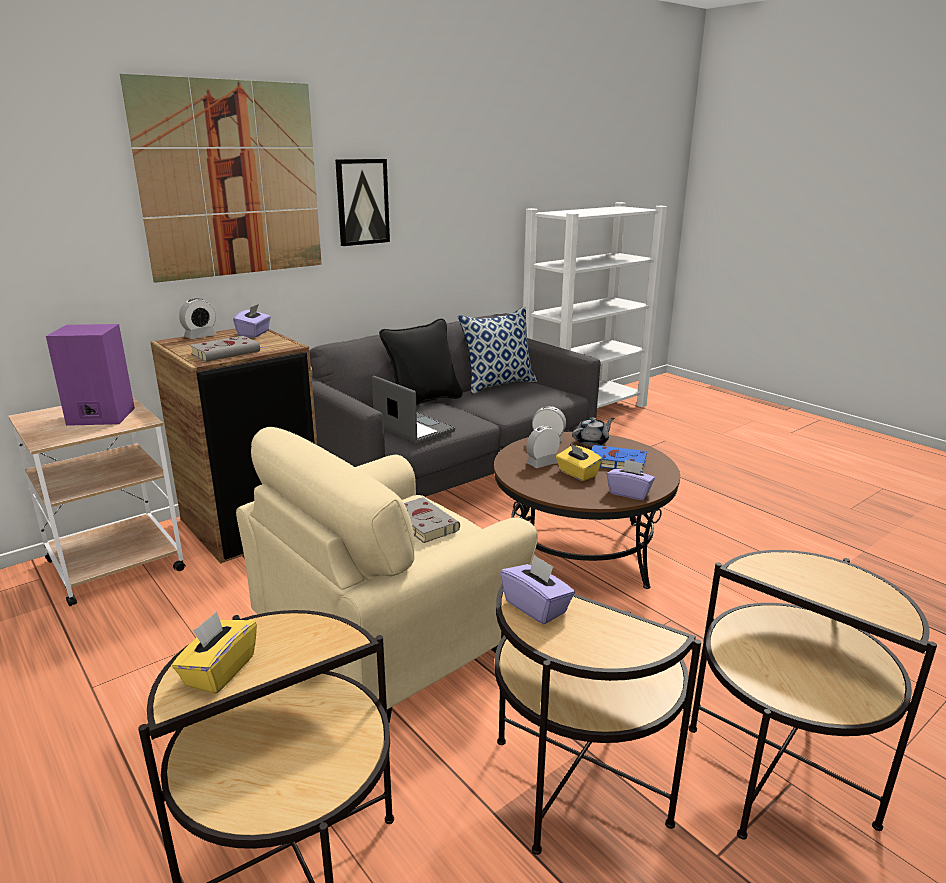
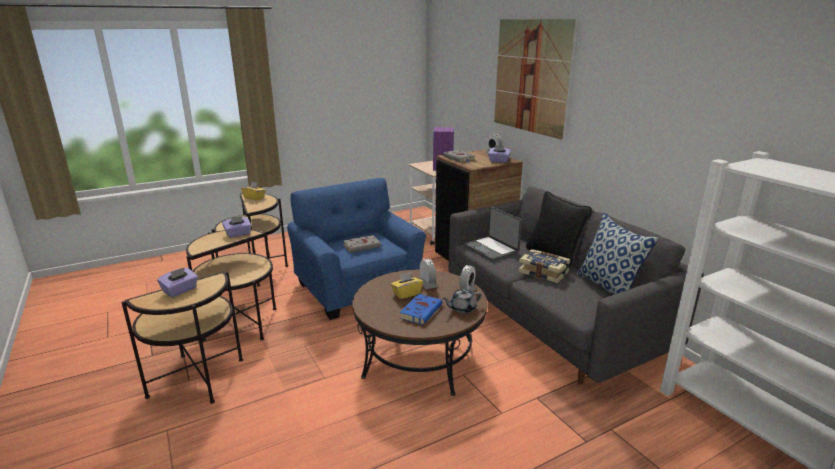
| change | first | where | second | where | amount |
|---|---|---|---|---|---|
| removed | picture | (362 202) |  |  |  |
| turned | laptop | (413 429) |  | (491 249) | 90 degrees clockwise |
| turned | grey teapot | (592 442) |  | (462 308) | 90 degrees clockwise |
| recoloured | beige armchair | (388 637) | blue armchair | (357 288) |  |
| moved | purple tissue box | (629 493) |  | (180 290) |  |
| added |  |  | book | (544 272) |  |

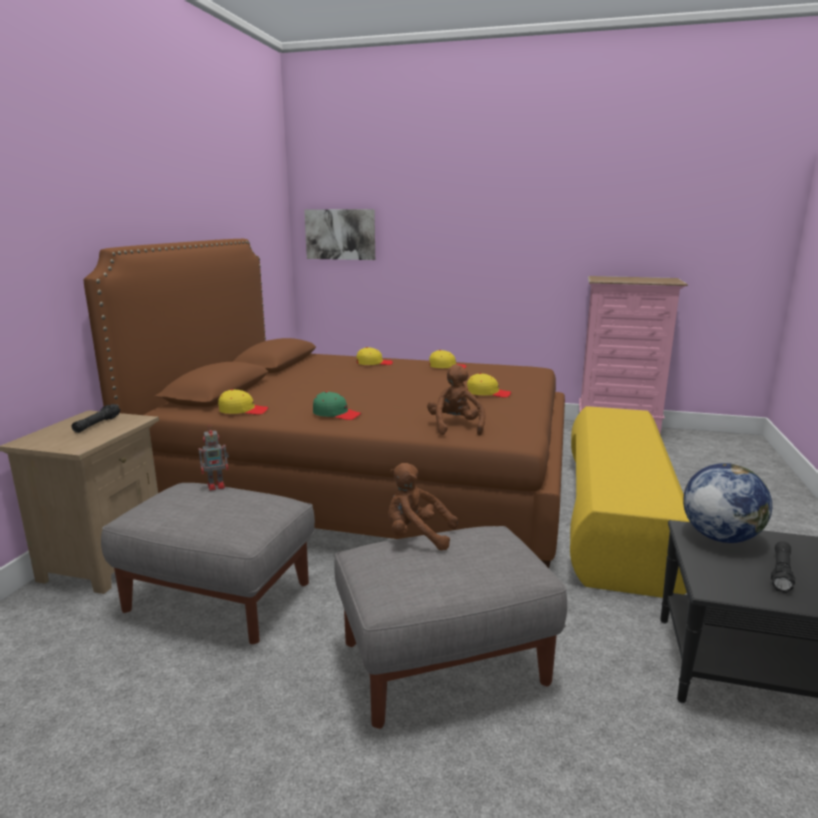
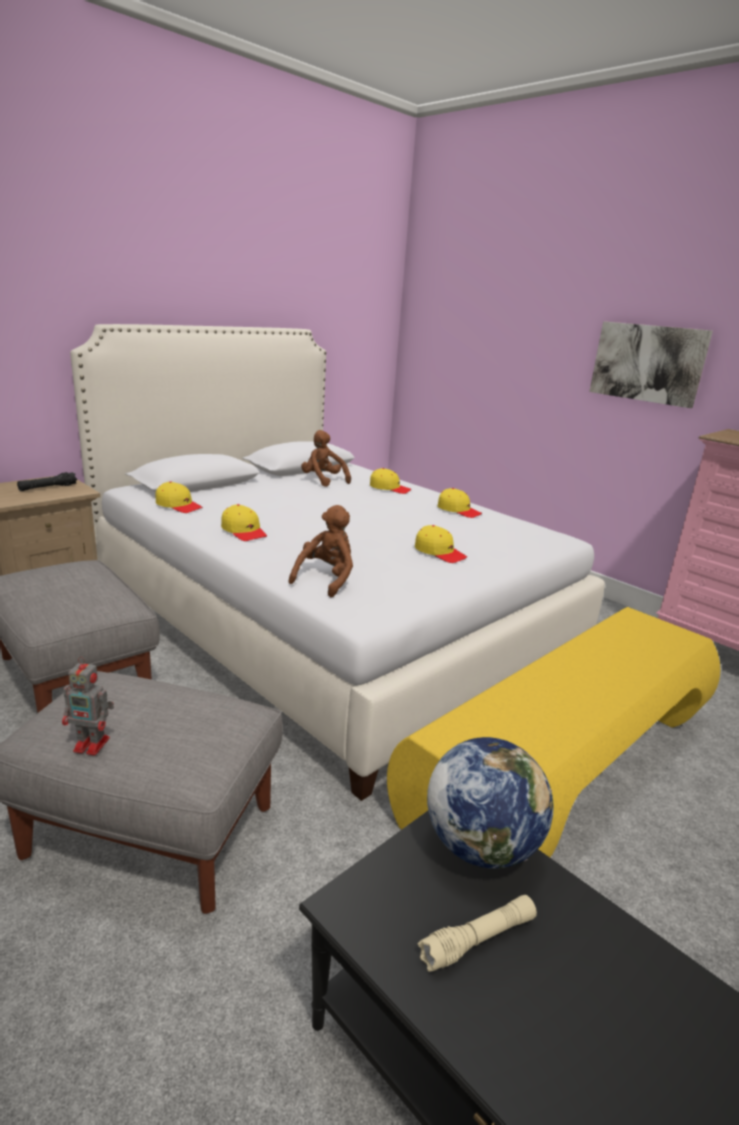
| change | first | where | second | where | amount |
|---|---|---|---|---|---|
| moved | picture | (340 234) |  | (647 363) |  |
| recoloured | brown bed | (366 486) | white bed | (326 620) |  |
| recoloured | green cap | (336 414) | yellow cap | (244 531) |  |
| moved | toy robot | (217 485) |  | (93 744) |  |
| moved | brown plush toy | (416 536) |  | (323 481) |  |
| recoloured | black flashlight | (781 572) | beige flashlight | (478 940) |  |

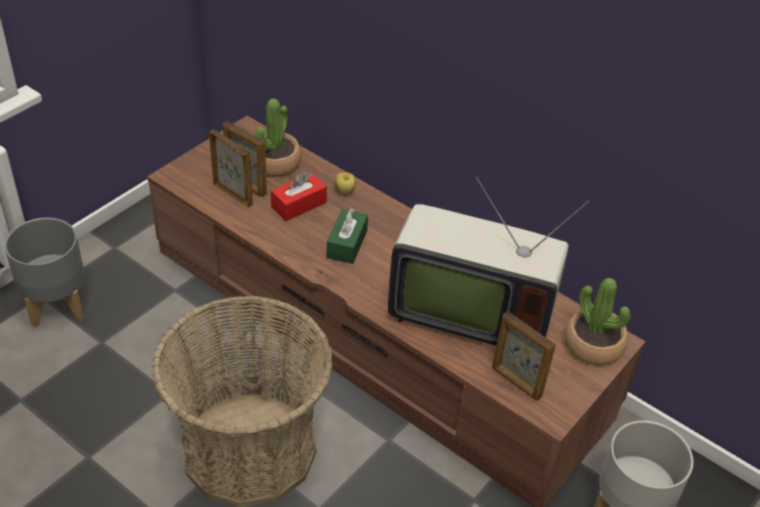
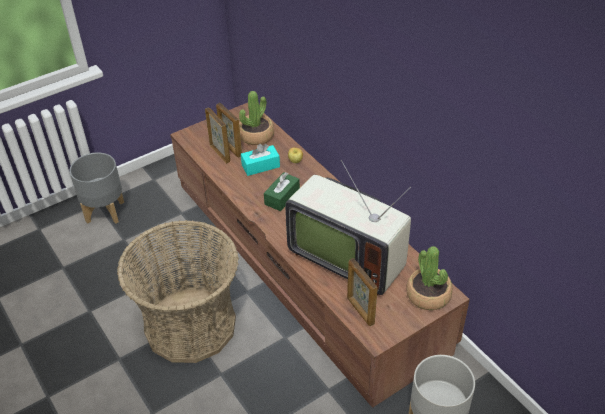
| change | first | where | second | where | amount |
|---|---|---|---|---|---|
| recoloured | red tissue box | (299 205) | turquoise tissue box | (260 166) |  |

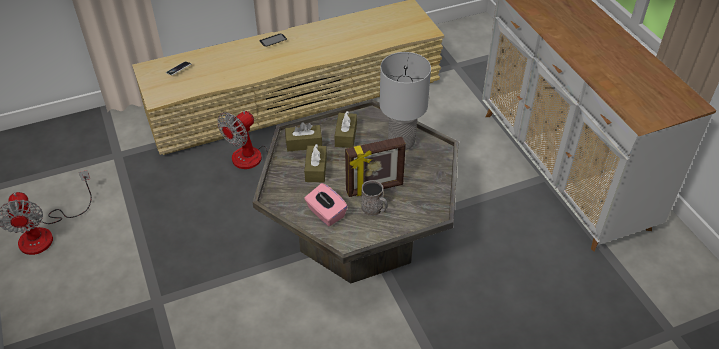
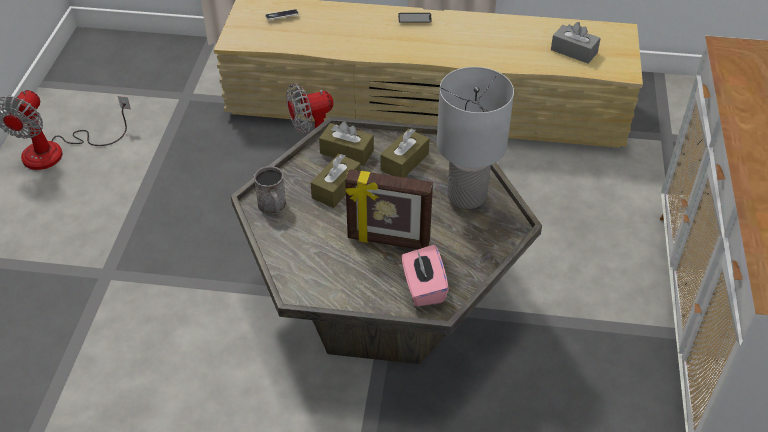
| change | first | where | second | where | amount |
|---|---|---|---|---|---|
| moved | grey mug | (374 209) |  | (273 207) |  |
| moved | pink tissue box | (326 213) |  | (423 288) |  |
| added |  |  | grey tissue box | (574 51) |  |

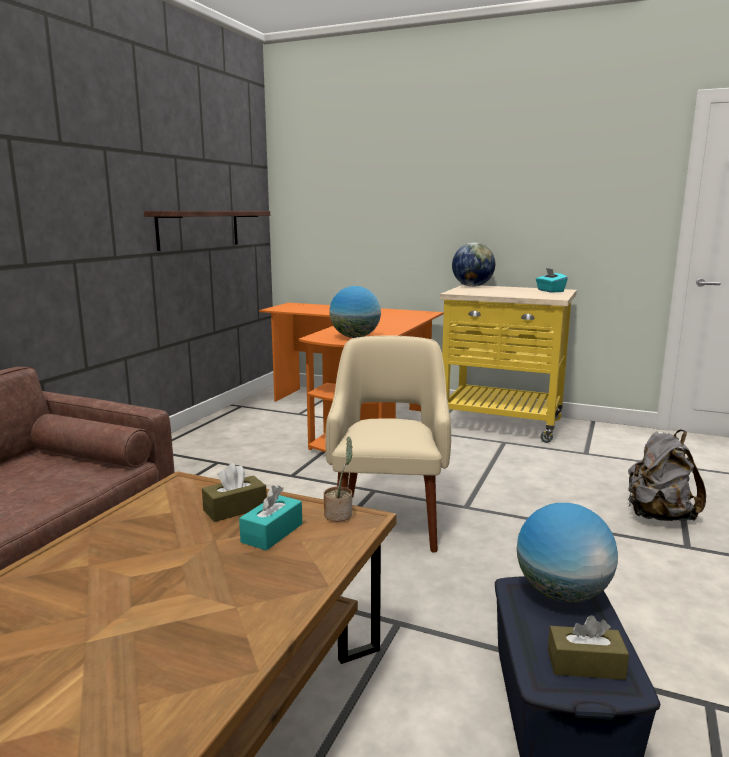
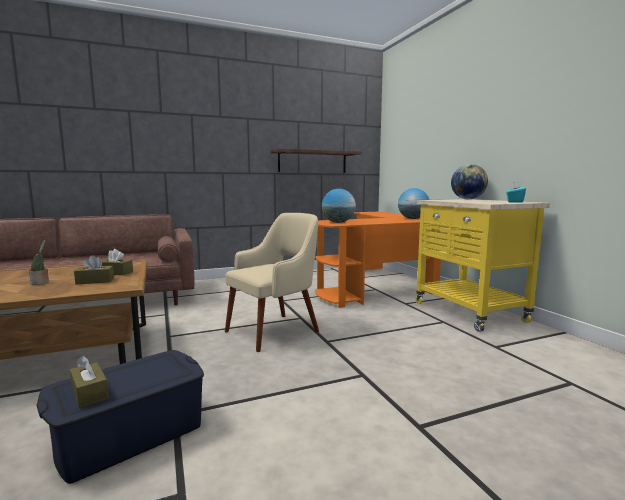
| change | first | where | second | where | amount |
|---|---|---|---|---|---|
| removed | grey backpack | (658 516) |  |  |  |
| moved | potted plant | (339 514) |  | (41 282) |  |
| recoloured | turquoise tissue box | (272 533) | brown tissue box | (95 281) |  |
| moved | globe | (562 593) |  | (413 219) |  |

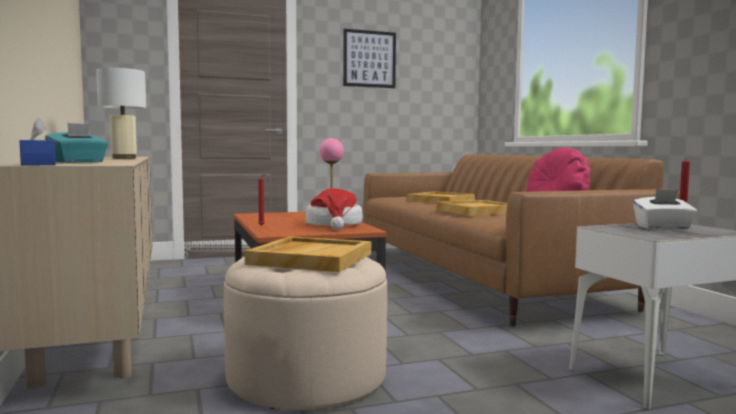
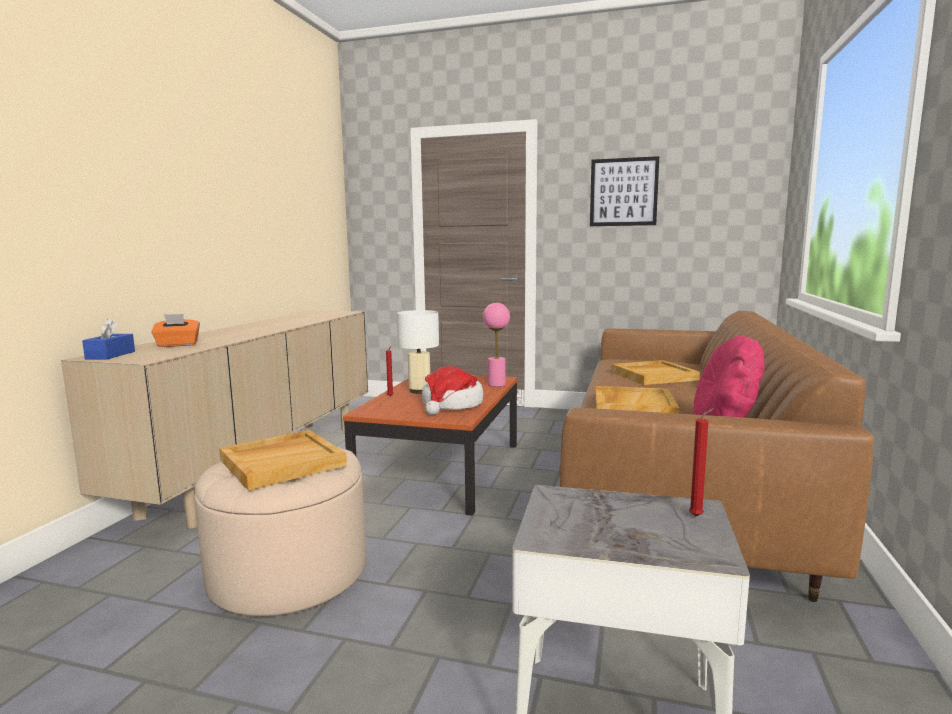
| change | first | where | second | where | amount |
|---|---|---|---|---|---|
| moved | white table lamp | (123 158) |  | (419 391) |  |
| recoloured | turquoise tissue box | (78 162) | orange tissue box | (177 345) |  |
| removed | white tissue box | (663 228) |  |  |  |

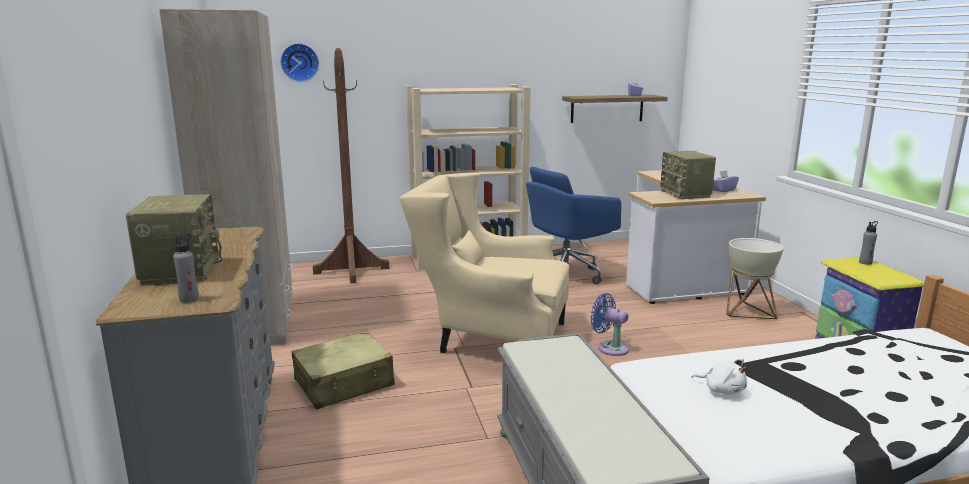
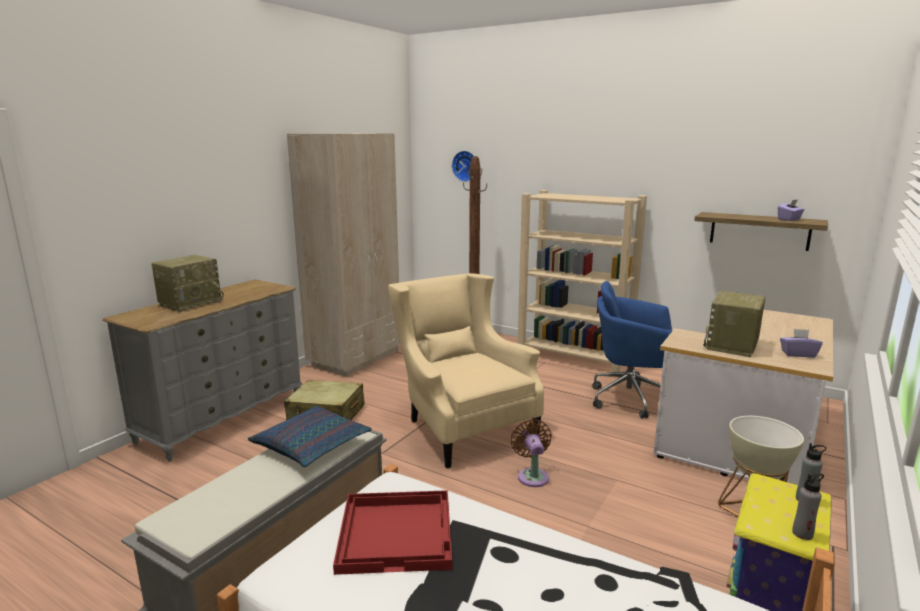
| change | first | where | second | where | amount |
|---|---|---|---|---|---|
| moved | grey bottle | (189 299) |  | (802 534) |  |
| recoloured | blue fan | (610 348) | brown fan | (532 475) |  |
| replaced | white plush toy | (722 390) | red tray | (397 532) |  |
| added |  |  | blue pillow | (311 446) |  |

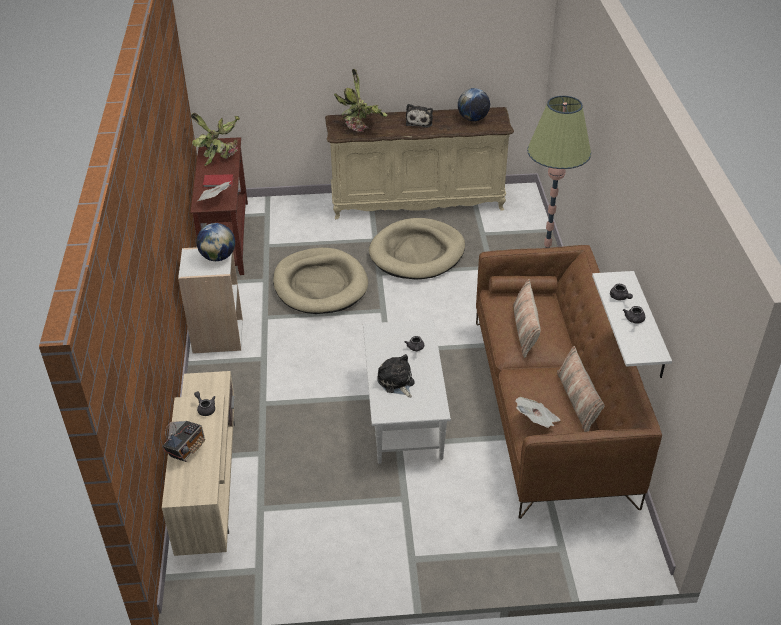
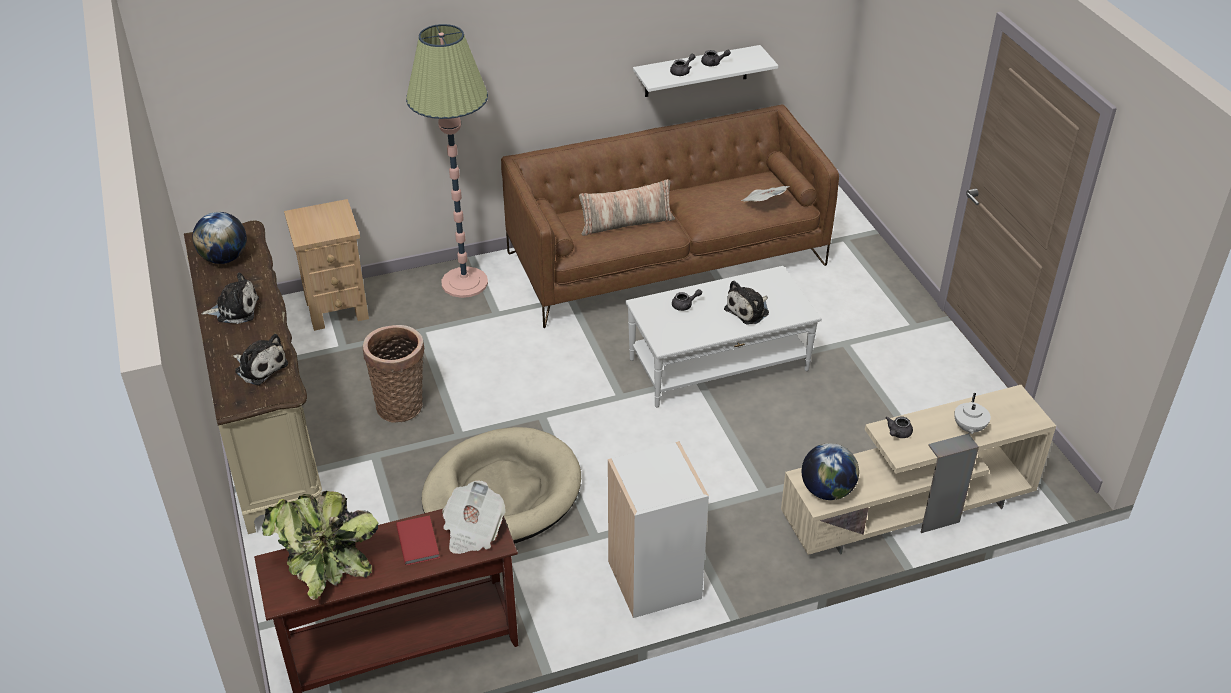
| change | first | where | second | where | amount |
|---|---|---|---|---|---|
| replaced | potted plant | (363 127) | plush toy | (260 367) |  |
| replaced | beige dog bed | (417 253) | basket | (401 404) |  |
| moved | globe | (218 257) |  | (827 490) |  |
| removed | pillow | (578 401) |  |  |  |
| replaced | radio | (187 449) | white teapot | (968 428) |  |
| added |  |  | beige nightstand | (337 308) |  |

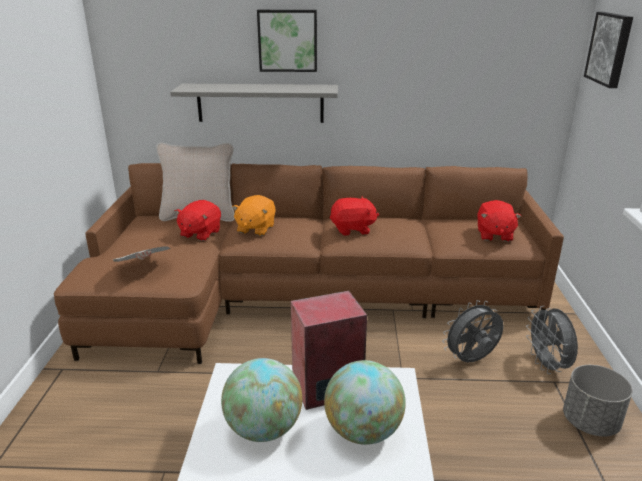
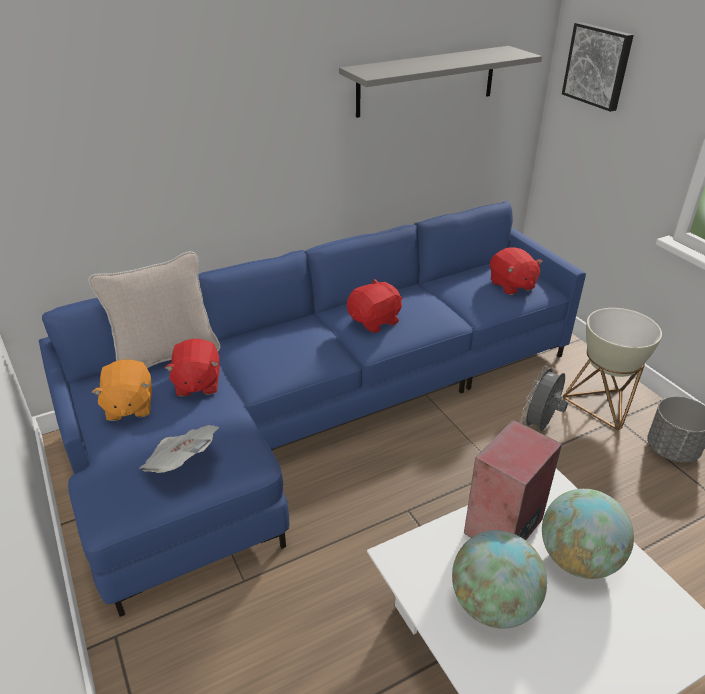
| change | first | where | second | where | amount |
|---|---|---|---|---|---|
| removed | picture | (288 40) |  |  |  |
| moved | grey shelf | (260 103) |  | (426 81) |  |
| recoloured | brown sofa | (300 295) | blue sofa | (317 411) |  |
| moved | orange plush toy | (255 229) |  | (129 406) |  |
| replaced | grey fan | (547 366) | planter | (601 405) |  |

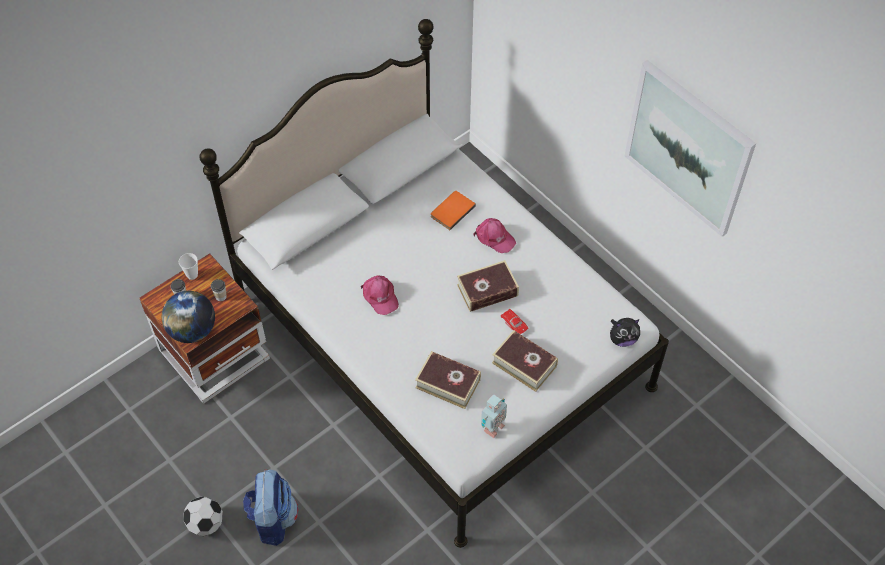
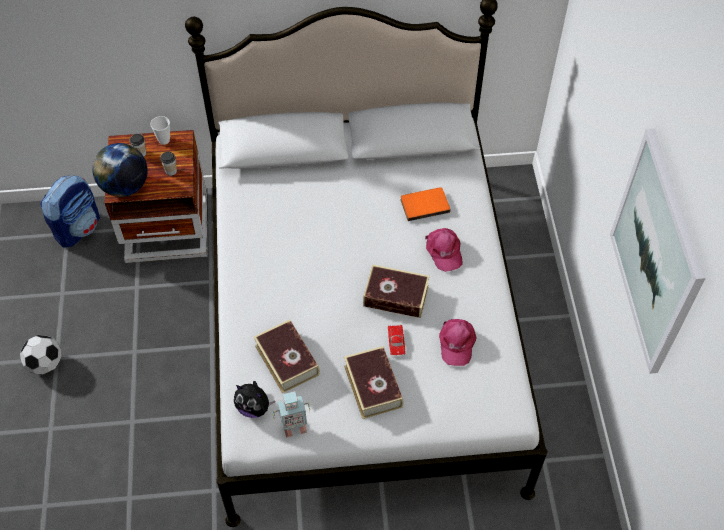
| change | first | where | second | where | amount |
|---|---|---|---|---|---|
| moved | pink cap | (380 296) |  | (456 343) |  |
| moved | plush toy | (622 339) |  | (254 407) |  |
| moved | backpack | (272 519) |  | (78 228) |  |

